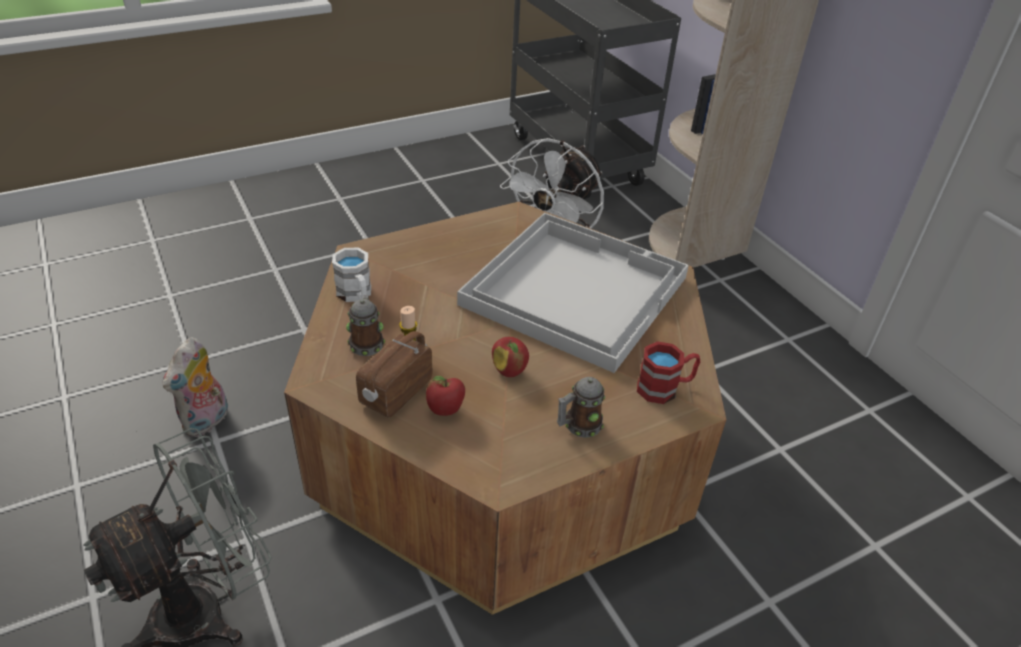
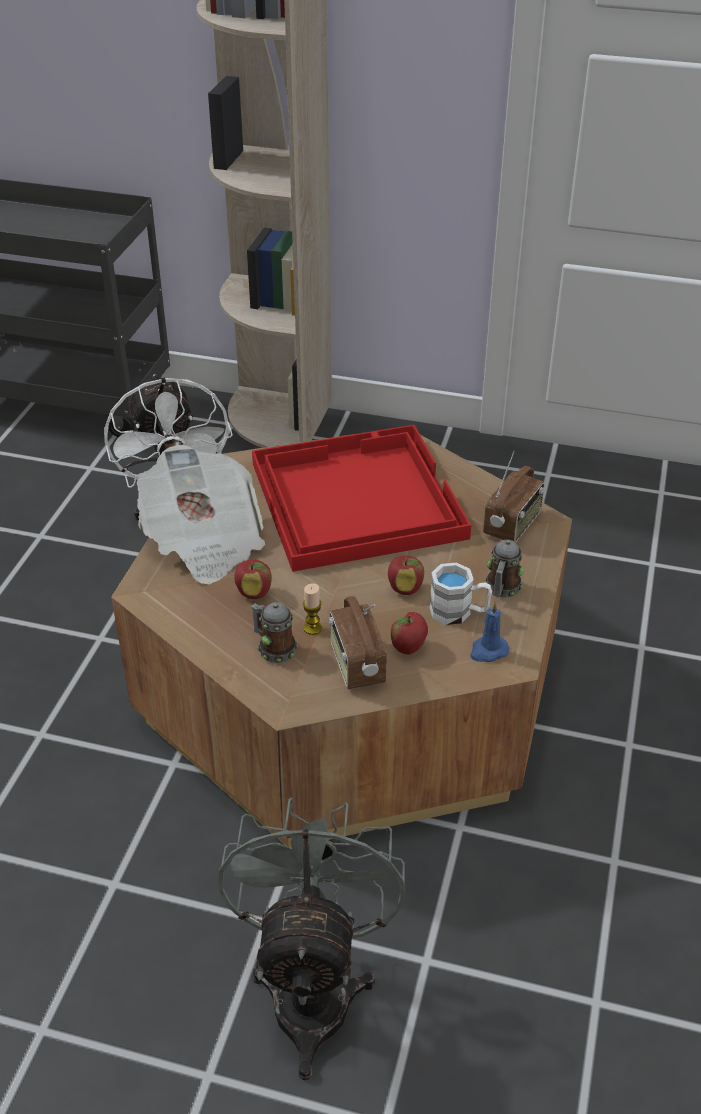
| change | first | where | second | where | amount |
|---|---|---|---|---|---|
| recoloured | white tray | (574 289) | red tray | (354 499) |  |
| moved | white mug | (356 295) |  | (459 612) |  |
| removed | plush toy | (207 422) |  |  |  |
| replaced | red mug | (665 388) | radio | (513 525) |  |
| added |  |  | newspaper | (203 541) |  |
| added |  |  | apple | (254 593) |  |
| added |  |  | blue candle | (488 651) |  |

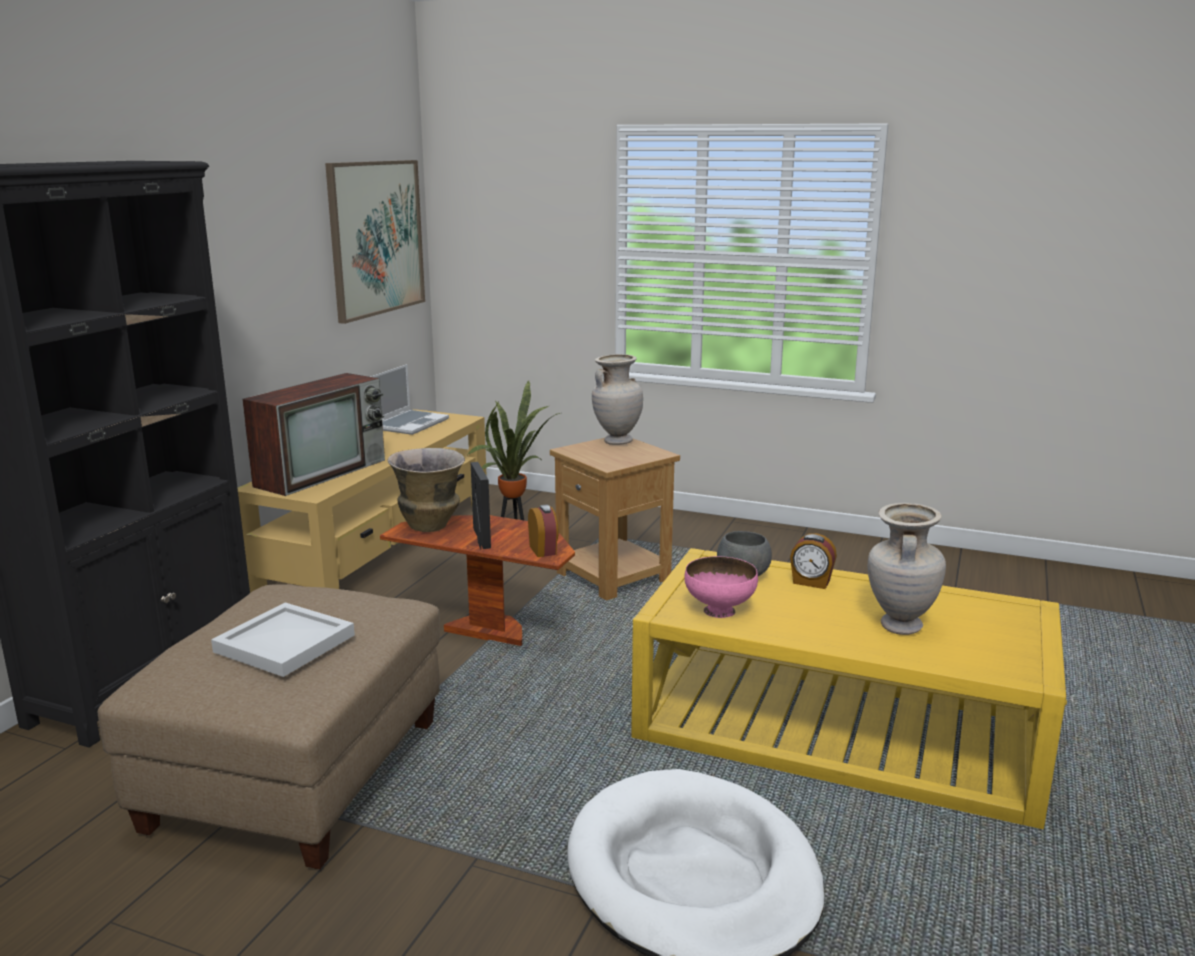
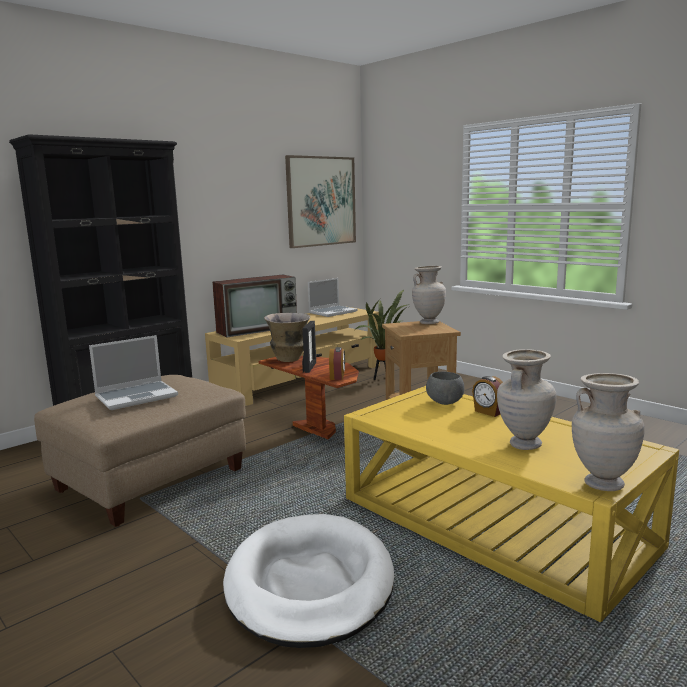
| change | first | where | second | where | amount |
|---|---|---|---|---|---|
| removed | pink bowl | (720 610) |  |  |  |
| replaced | white tray | (285 642) | laptop | (137 396) |  |
| added |  |  | beige vase | (603 484) |  |

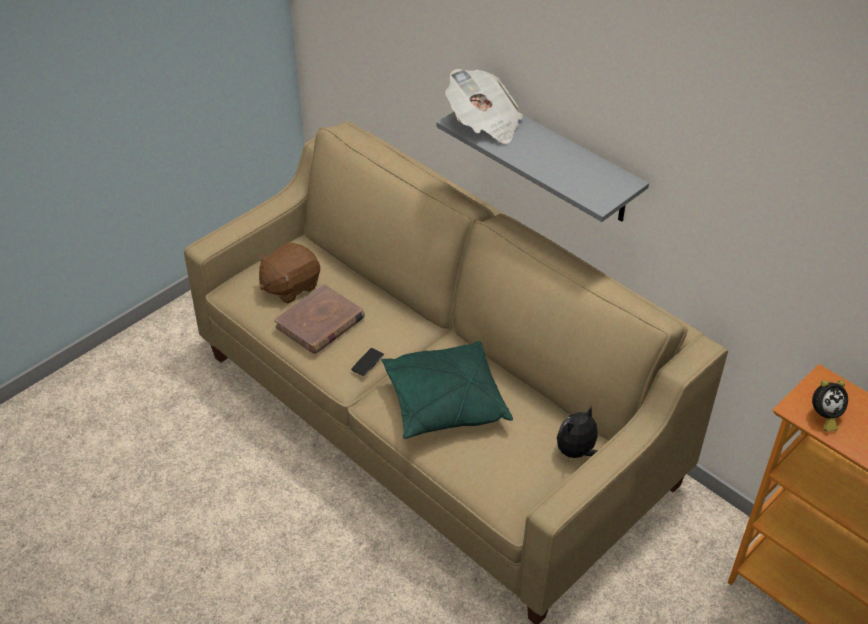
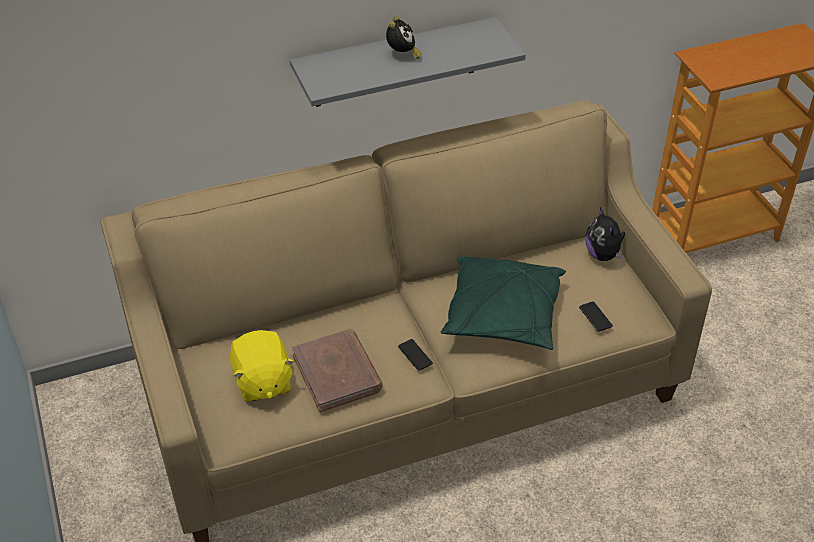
| change | first | where | second | where | amount |
|---|---|---|---|---|---|
| removed | newspaper | (484 123) |  |  |  |
| recoloured | brown plush toy | (290 286) | yellow plush toy | (262 382) |  |
| moved | alarm clock | (824 417) |  | (402 54) |  |
| added |  |  | phone | (595 317) |  |

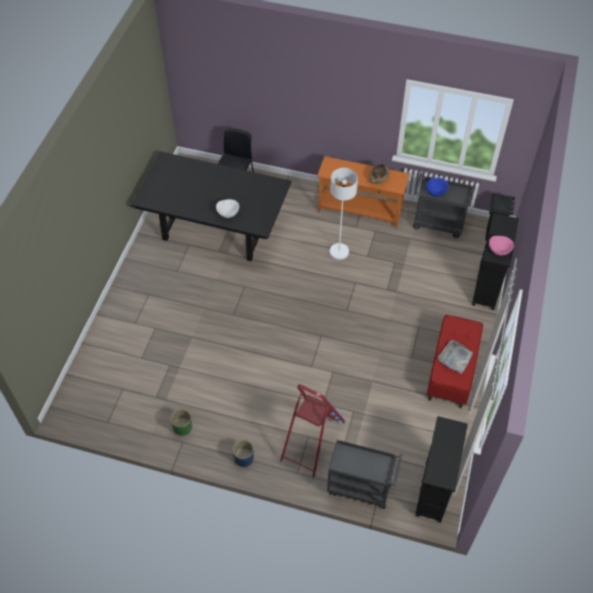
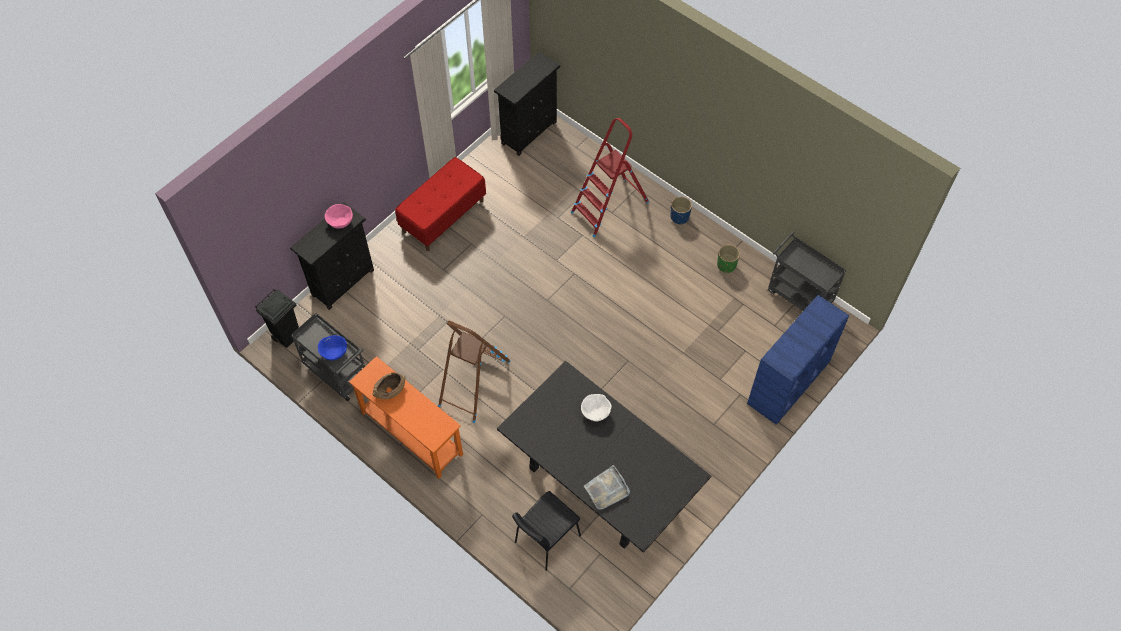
| change | first | where | second | where | amount |
|---|---|---|---|---|---|
| replaced | white floor lamp | (339 257) | brown step ladder | (475 382) |  |
| moved | grey tray | (455 357) |  | (607 489) |  |
| moved | grey cart | (361 490) |  | (797 297) |  |
| added |  |  | blue bookcase | (789 383) |  |

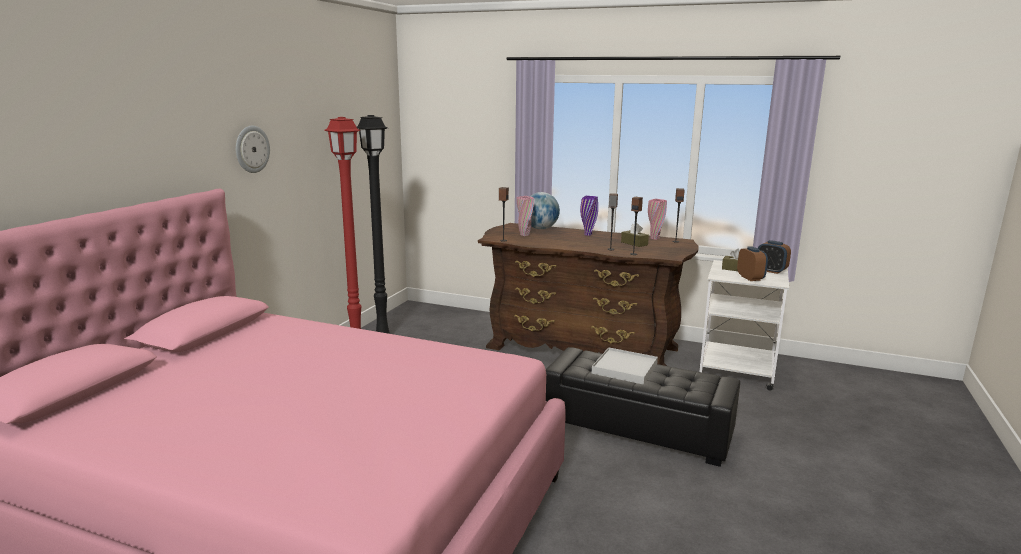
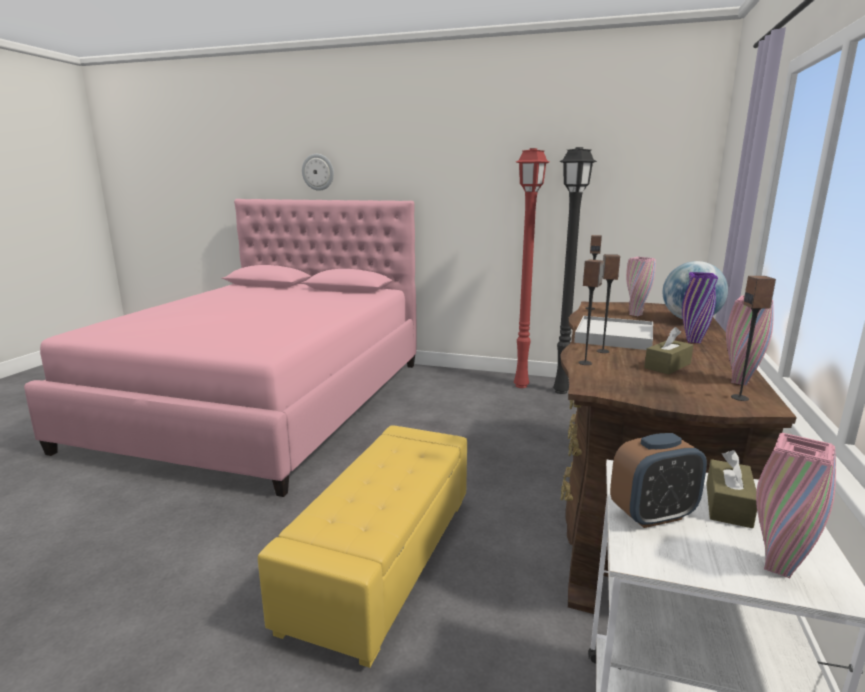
| change | first | where | second | where | amount |
|---|---|---|---|---|---|
| moved | wall clock | (251 149) |  | (318 172) |  |
| replaced | alarm clock | (771 271) | pink vase | (777 567) |  |
| recoloured | black ottoman | (637 428) | yellow ottoman | (384 558) |  |
| moved | white tray | (625 369) |  | (614 337) |  |

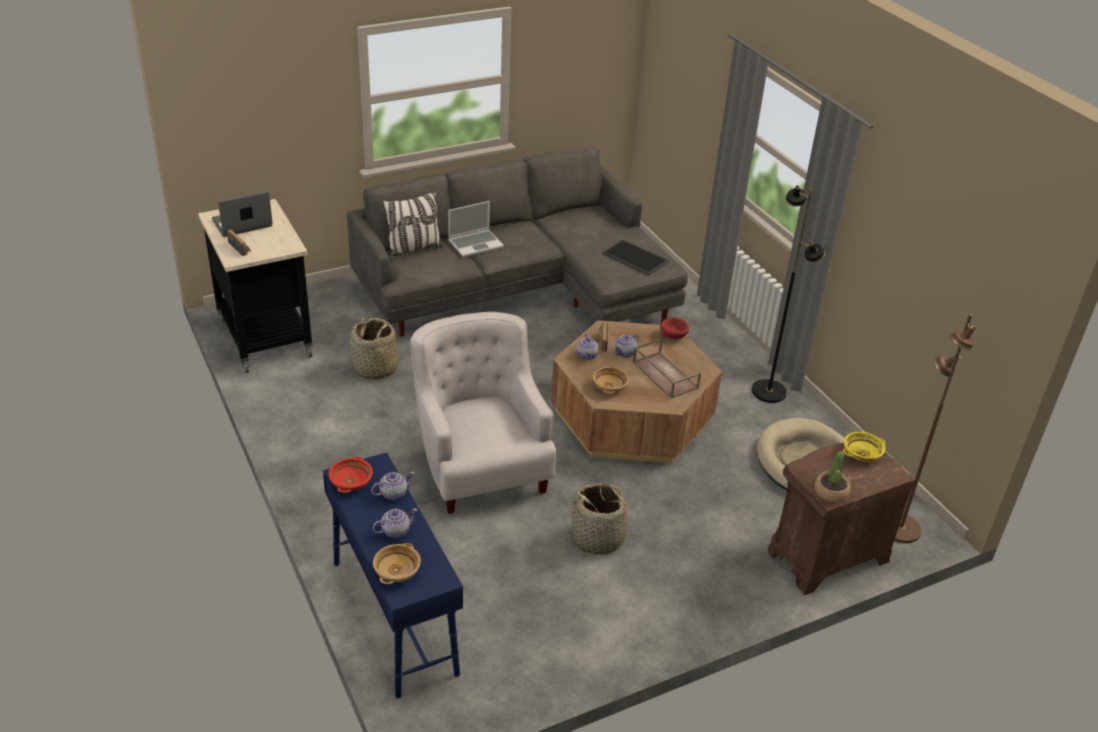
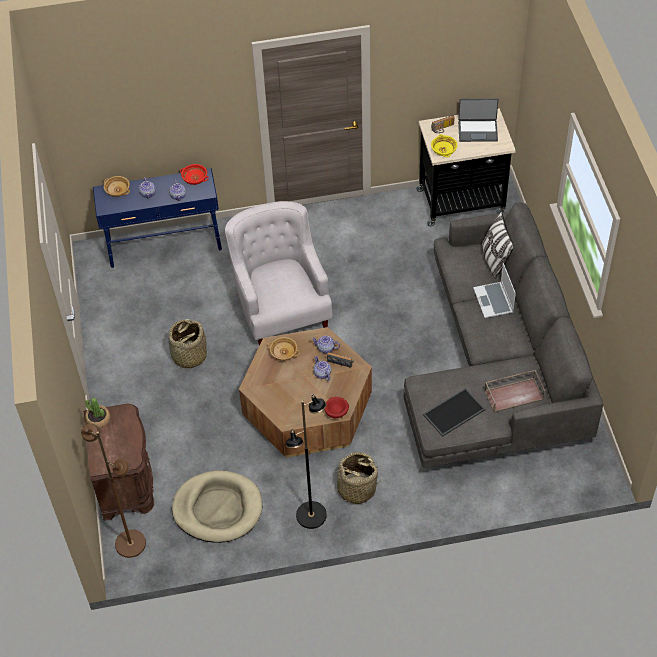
| change | first | where | second | where | amount |
|---|---|---|---|---|---|
| turned | laptop | (242 224) |  | (478 130) | 105 degrees clockwise |
| turned | white armchair | (480 464) |  | (281 306) | 105 degrees counterclockwise |
| moved | basket | (375 368) |  | (356 488) |  |
| moved | brown tray | (664 374) |  | (514 394) |  |
| moved | yellow bowl | (862 454) |  | (444 150) |  |

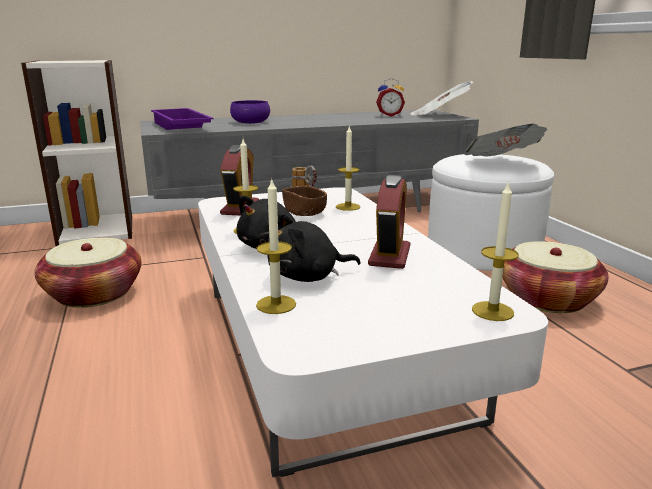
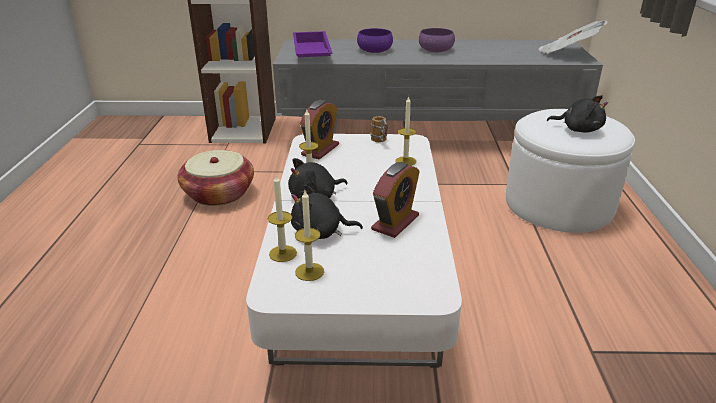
| change | first | where | second | where | amount |
|---|---|---|---|---|---|
| removed | alarm clock | (389 115) |  |  |  |
| replaced | newspaper | (501 163) | black plush toy | (578 129) |  |
| moved | candle | (492 311) |  | (309 271) |  |
| removed | brown bowl | (304 213) |  |  |  |
| removed | basket | (547 299) |  |  |  |
| added |  |  | purple bowl | (436 49) |  |

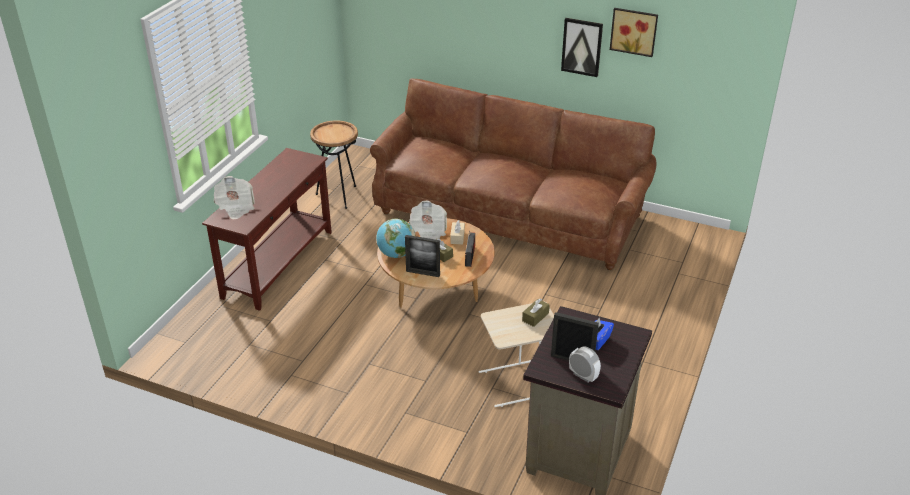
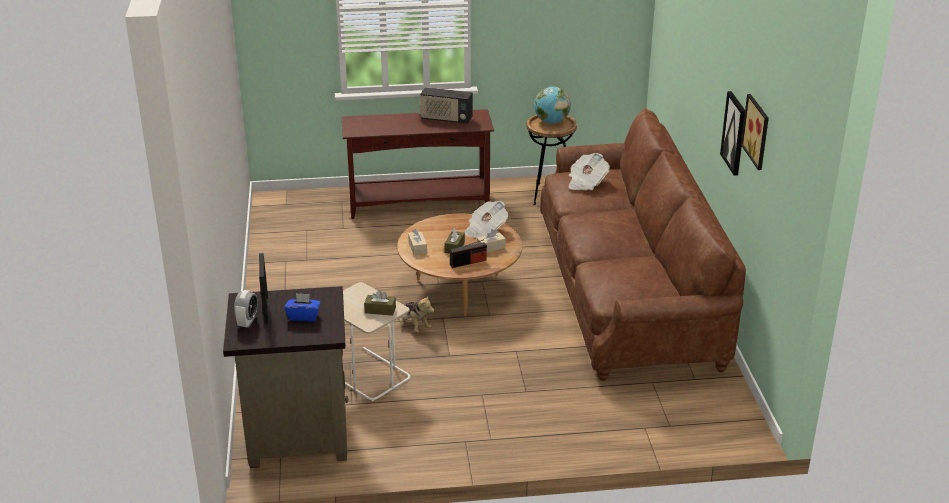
| change | first | where | second | where | amount |
|---|---|---|---|---|---|
| moved | newspaper | (235 207) |  | (586 182) |  |
| moved | globe | (396 254) |  | (551 122) |  |
| replaced | picture frame | (423 273) | beige tissue box | (417 248) |  |
| added |  |  | radio | (446 119) |  |
| added |  |  | plush toy | (413 326) |  |

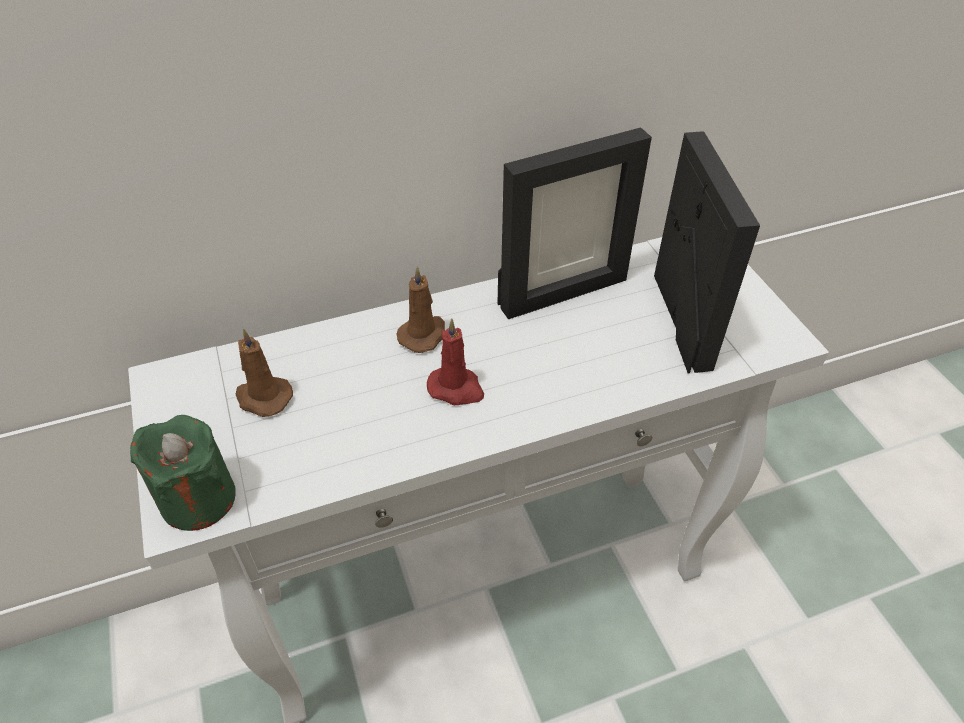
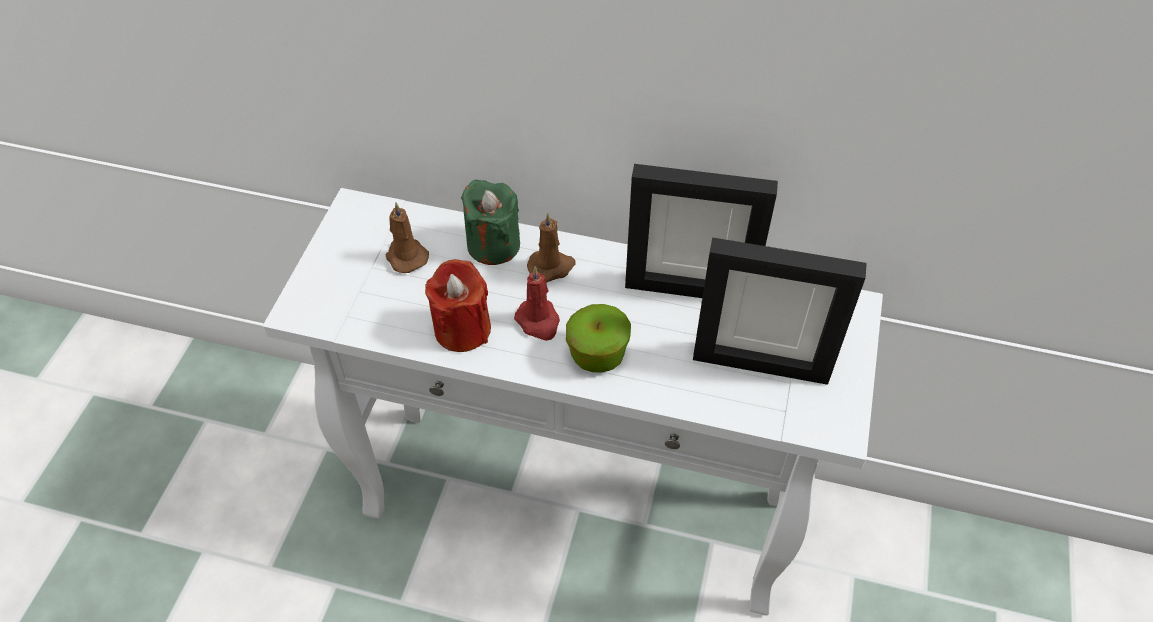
| change | first | where | second | where | amount |
|---|---|---|---|---|---|
| turned | picture frame | (678 321) |  | (761 362) | 75 degrees clockwise |
| moved | green candle | (198 499) |  | (493 245) |  |
| added |  |  | red candle | (462 329) |  |
| added |  |  | apple | (597 356) |  |

